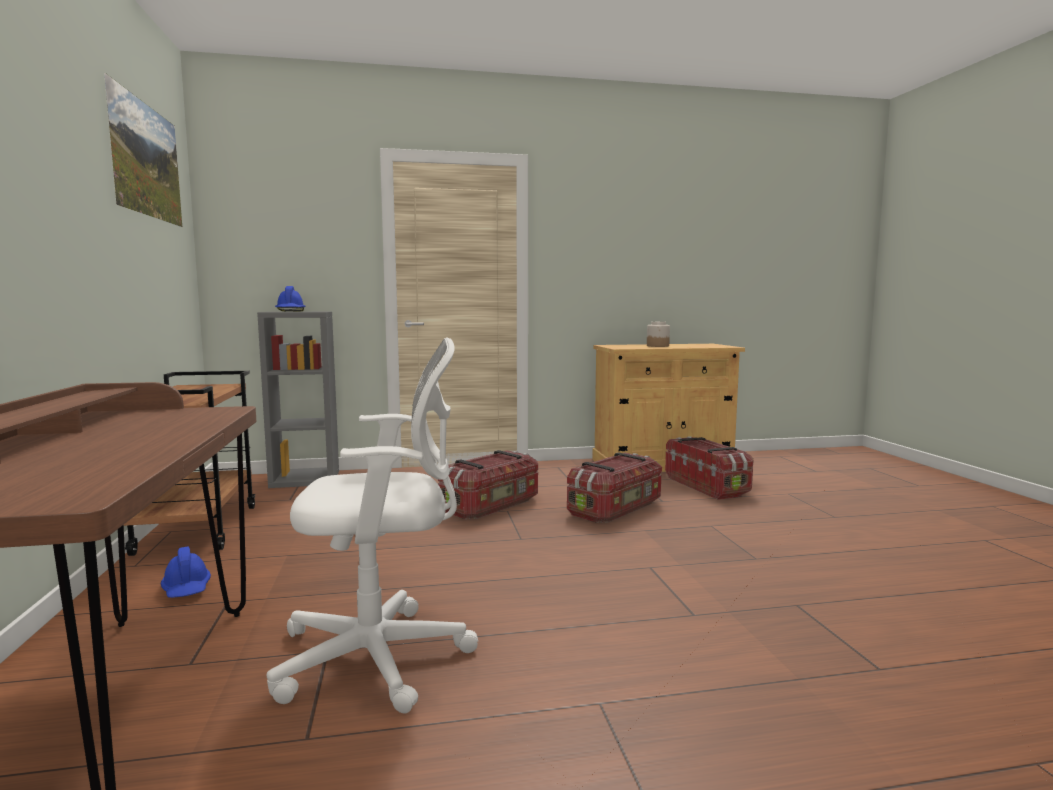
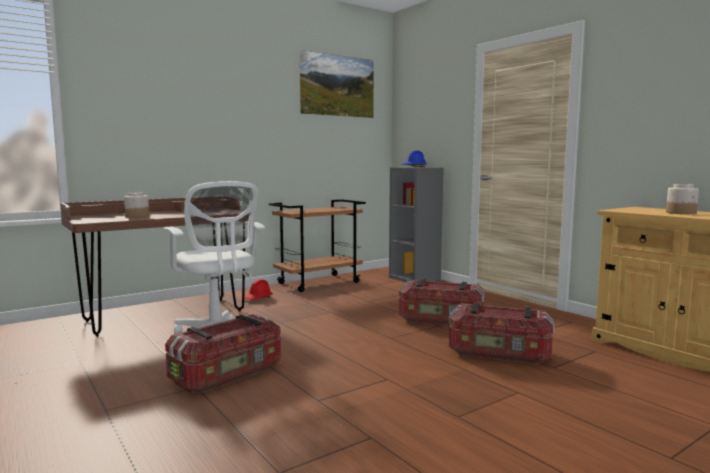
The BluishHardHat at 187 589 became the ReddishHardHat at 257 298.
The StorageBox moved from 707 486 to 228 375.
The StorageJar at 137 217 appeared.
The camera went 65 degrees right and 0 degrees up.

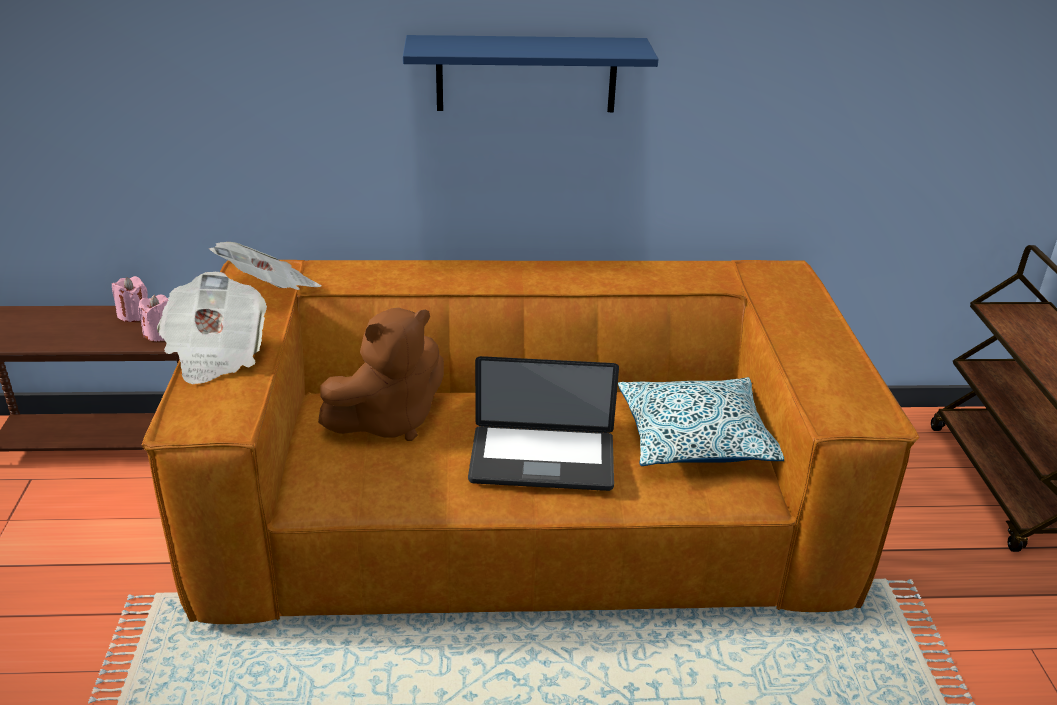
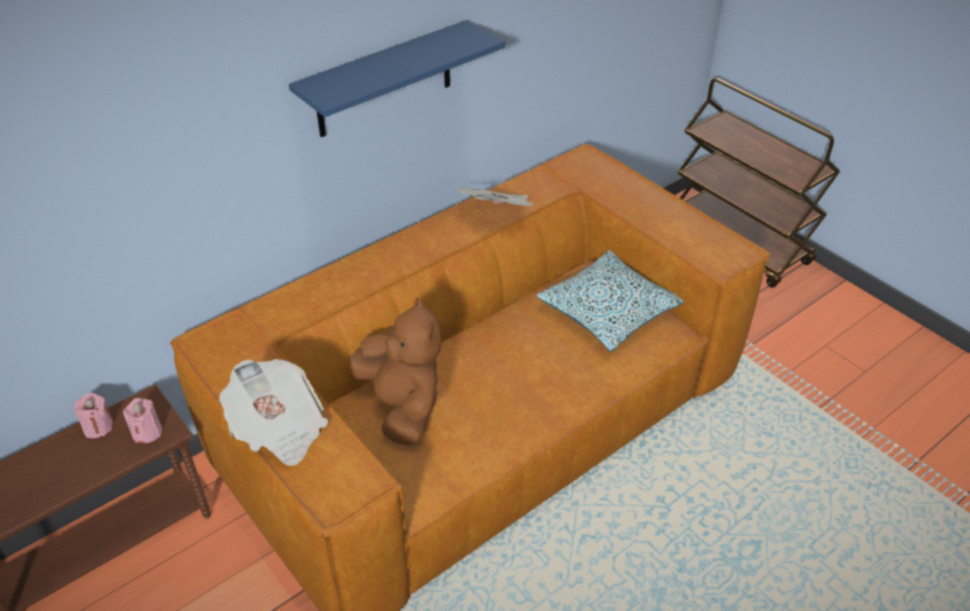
The Newspaper moved from 270 290 to 499 213.
The BrownishCuddlyToy at 389 420 turned 45 degrees counterclockwise.
The NotebookComputer at 542 460 disappeared.
The camera went 35 degrees left and 10 degrees up.

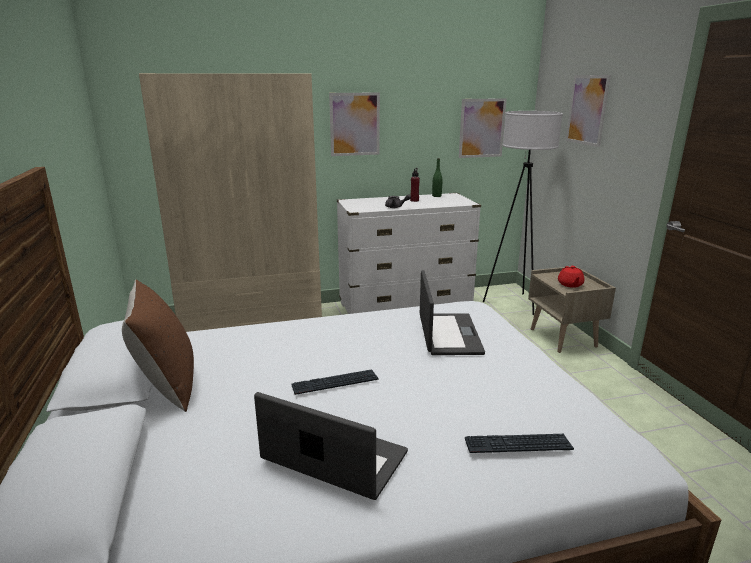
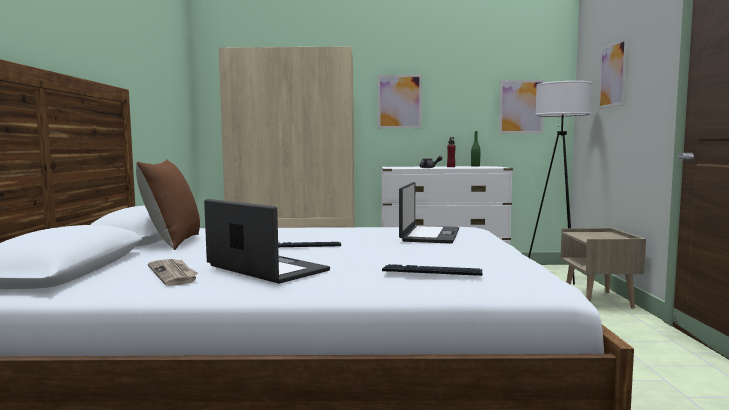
The ReddishTeapot at 570 284 disappeared.
The Newspaper at 174 274 appeared.
The camera went 15 degrees right and 15 degrees down.

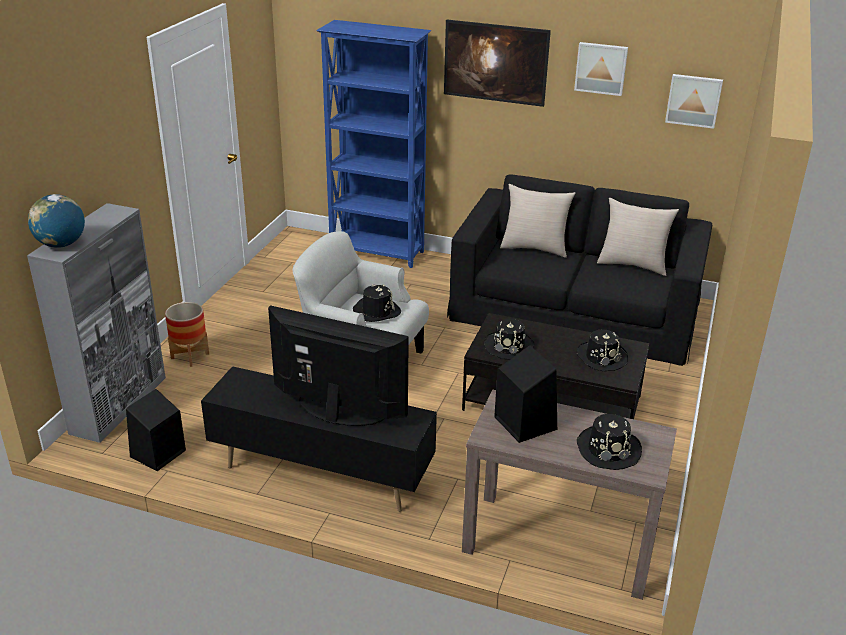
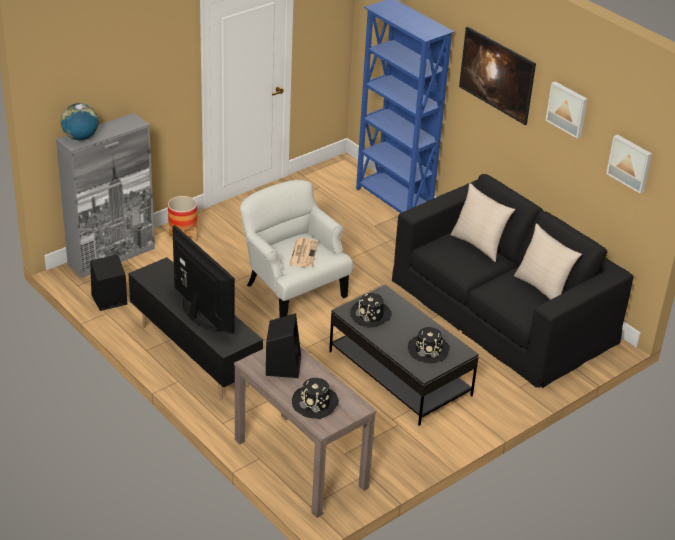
The BlackColouredWearableHat at 376 311 was replaced by the Newspaper at 303 253.
The camera went 30 degrees right and 5 degrees up.

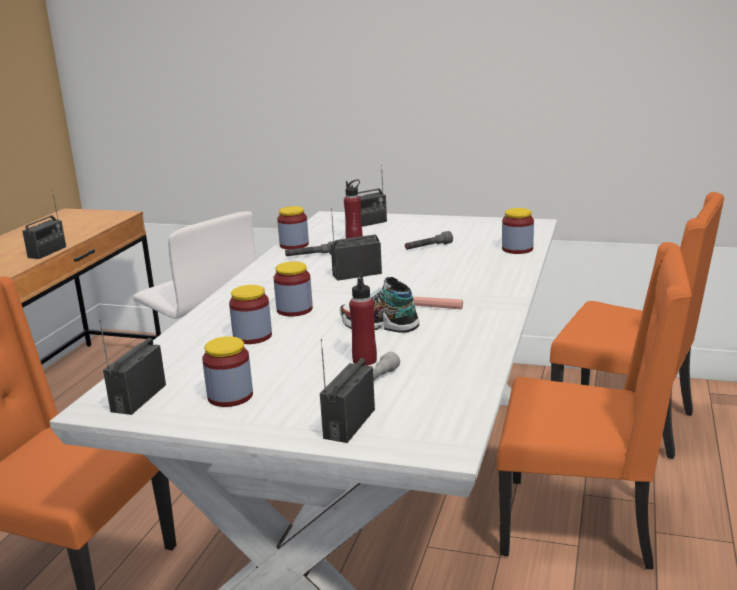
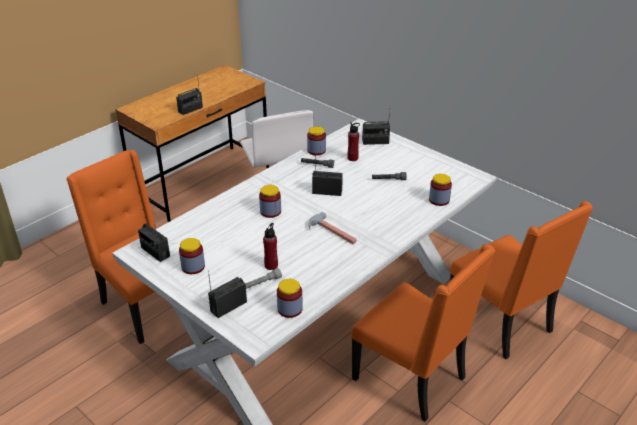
The RadioSet at 138 398 turned 90 degrees counterclockwise.
The StorageJar moved from 252 336 to 290 309.
The Shoe at 379 326 disappeared.
The camera went 25 degrees right and 15 degrees up.

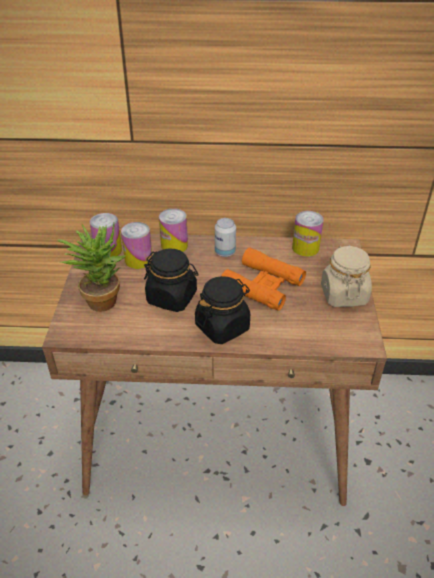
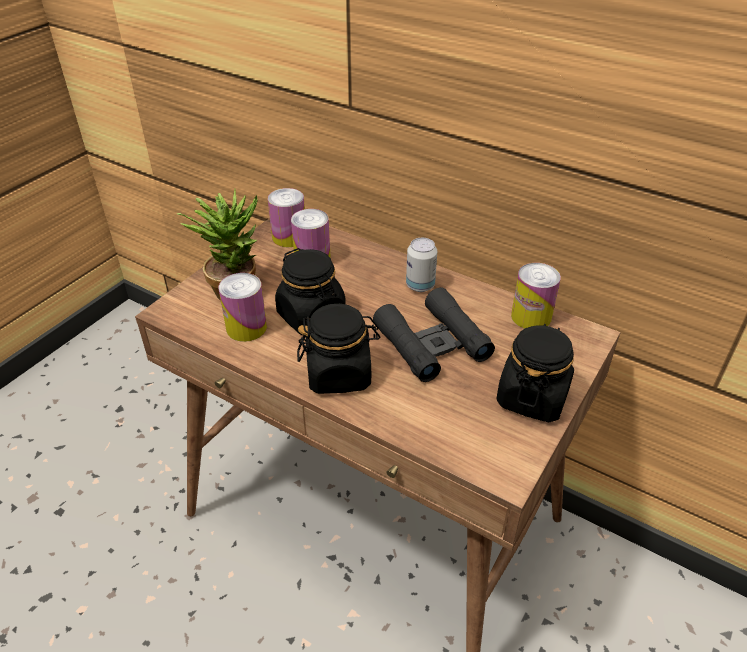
The MetalCan moved from 174 245 to 246 327.
The OrangeBinoculars at 262 285 became the BlackColouredBinoculars at 432 343.
The SandColouredStorageJar at 343 294 became the BlackColouredStorageJar at 532 397.
The camera went 30 degrees right and 0 degrees up.

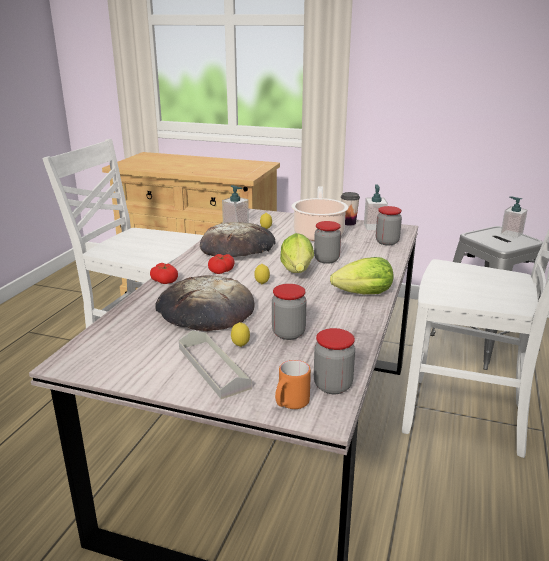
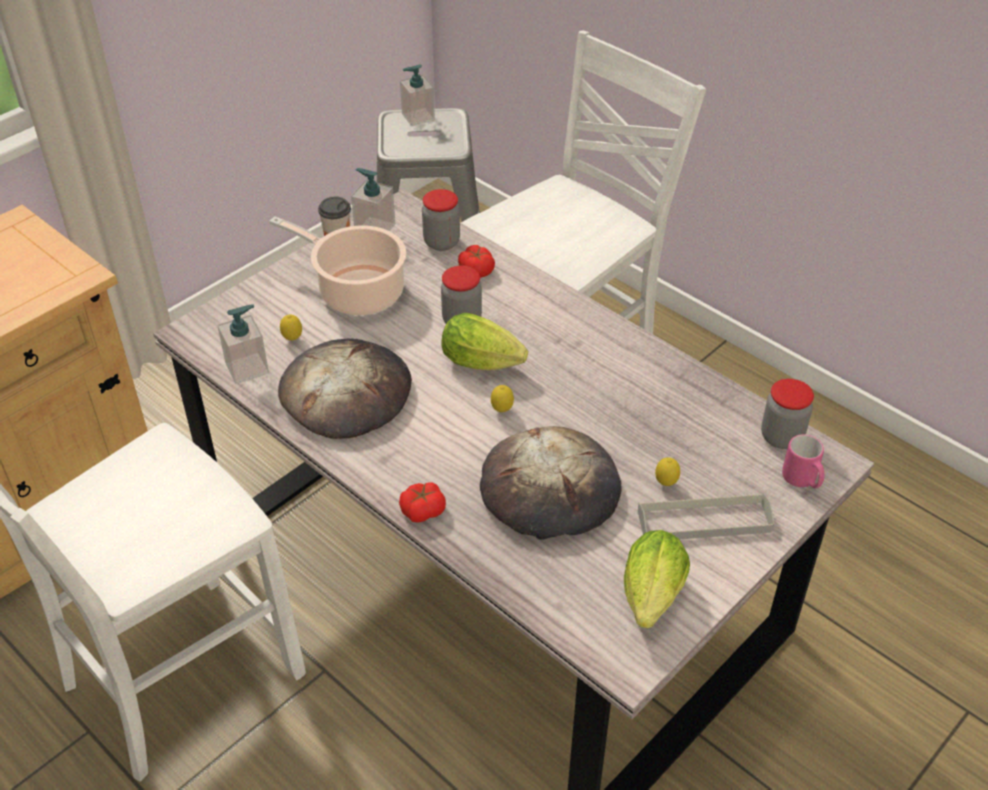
The FreshTomato moved from 221 270 to 477 269.
The StorageJar at 288 333 disappeared.
The OrangeMug at 290 404 became the PinkMug at 802 481.
The LettuceHead moved from 360 294 to 651 600.
The camera went 65 degrees left and 20 degrees up.

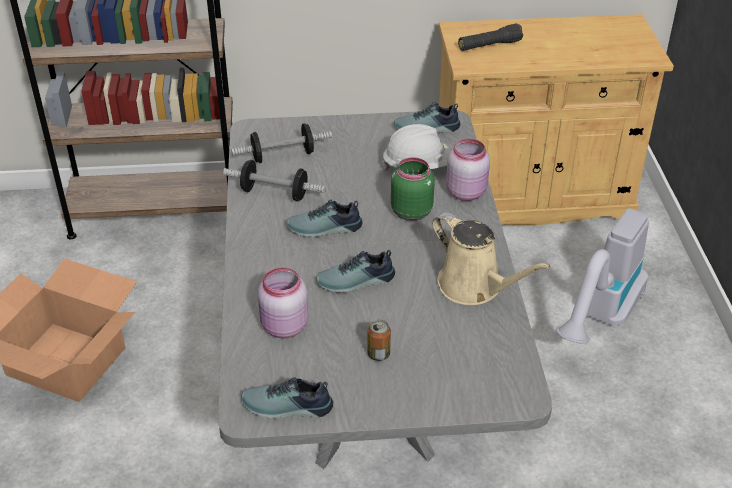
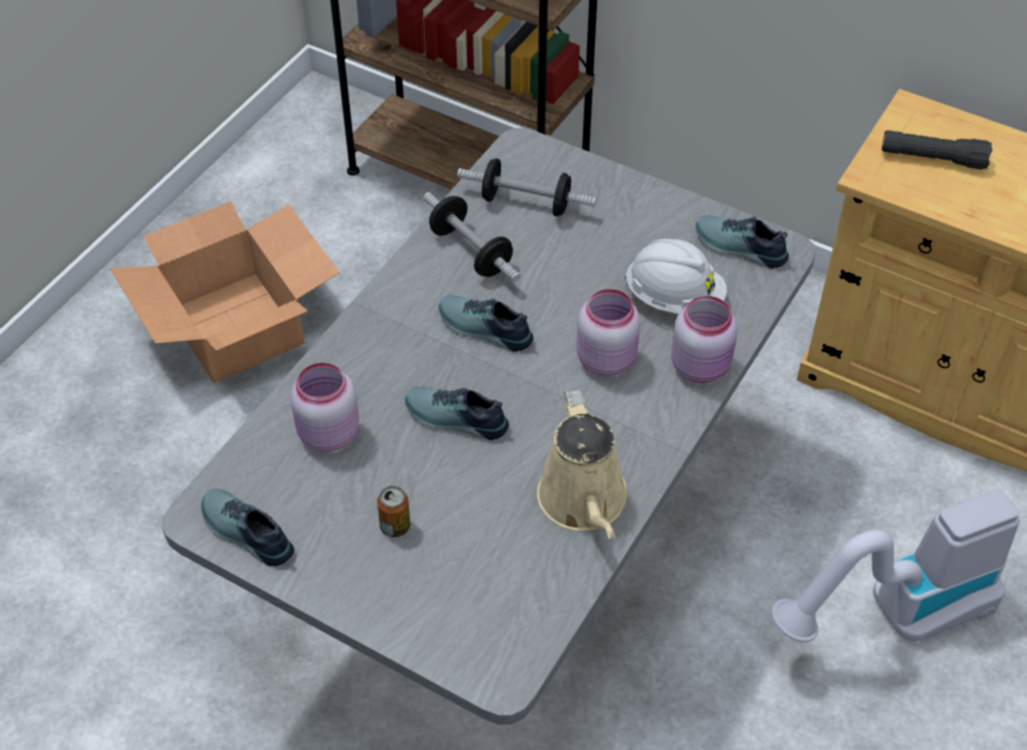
The GreenColouredStorageJar at 411 211 became the PinkStorageJar at 606 358.
The camera went 35 degrees right and 10 degrees up.

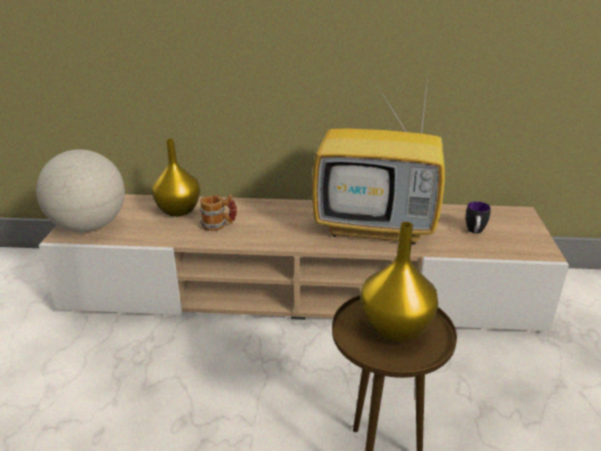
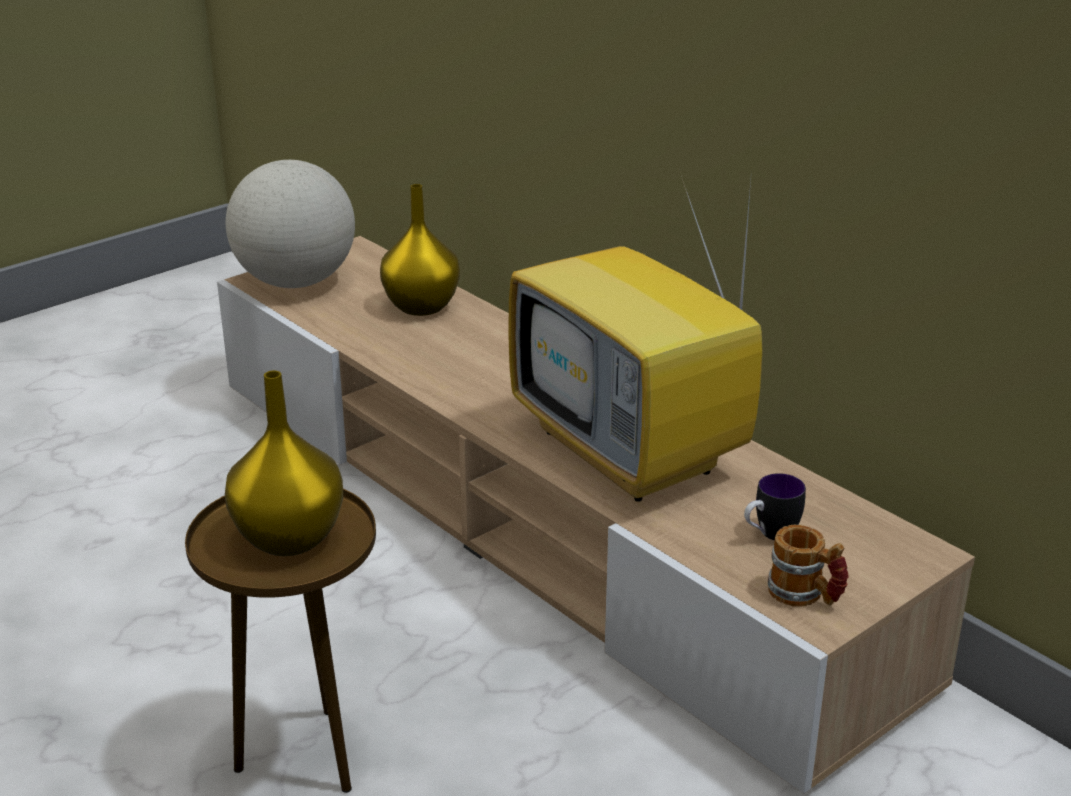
The Mug moved from 219 225 to 805 595.
The camera went 45 degrees right and 0 degrees up.

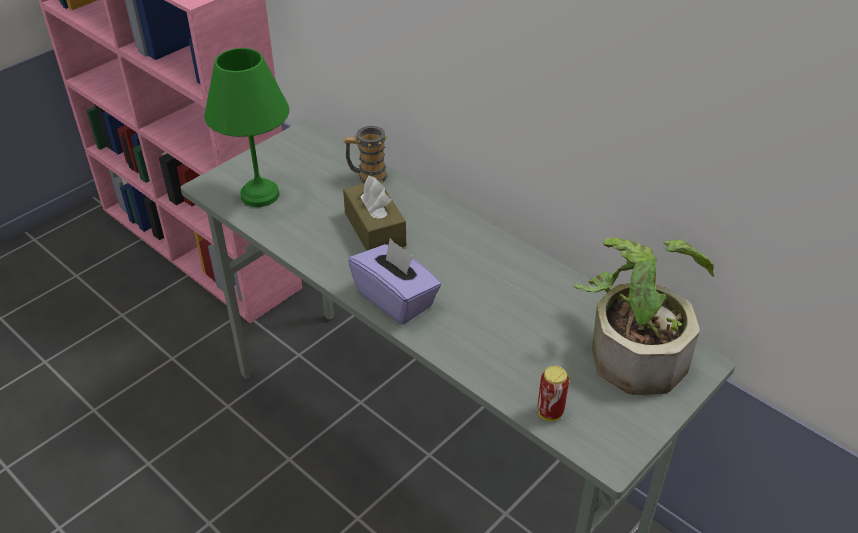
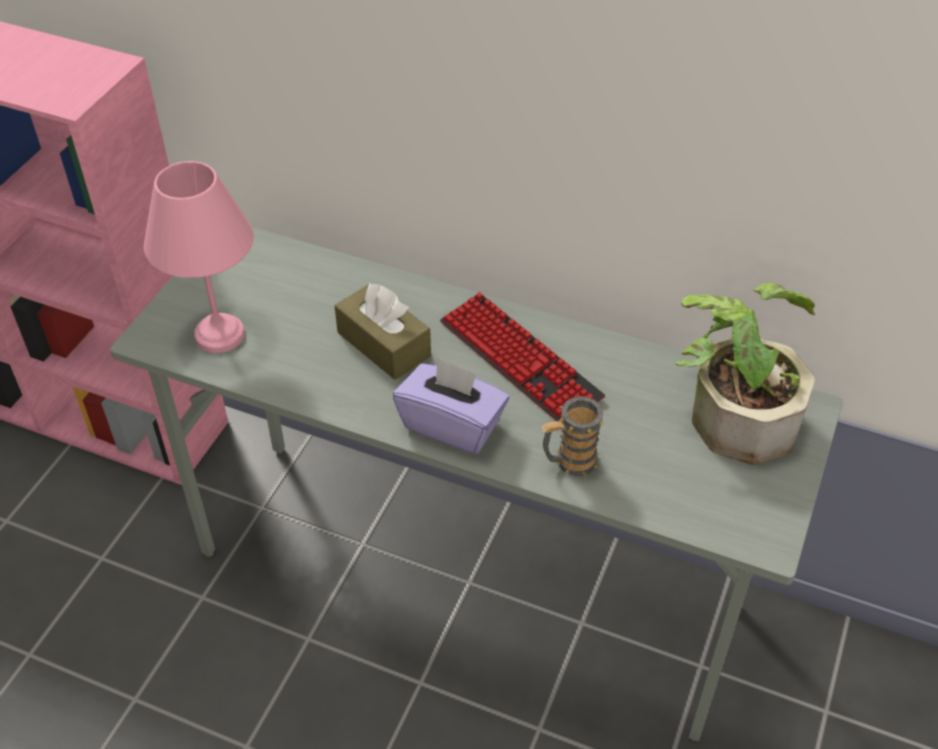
The GreenColouredTableLamp at 260 196 became the PinkTableLamp at 221 336.
The Mug moved from 367 177 to 569 462.
The MetalCan at 550 412 disappeared.
The ComputerKeyboard at 519 360 appeared.
The camera went 20 degrees left and 5 degrees up.

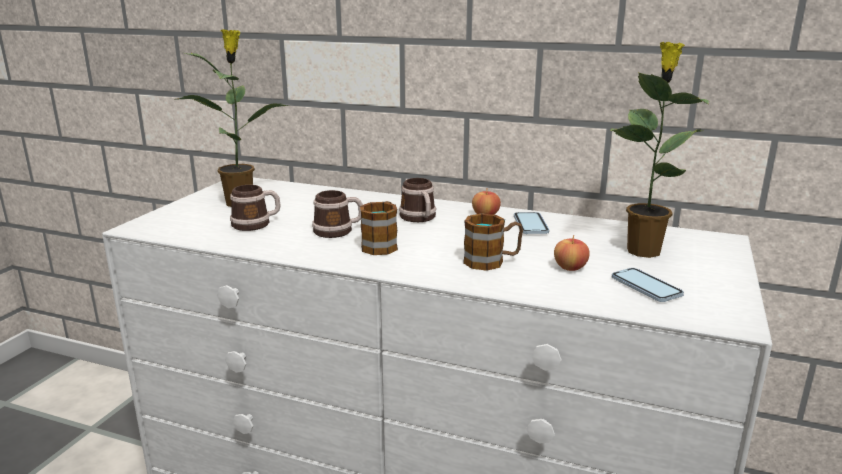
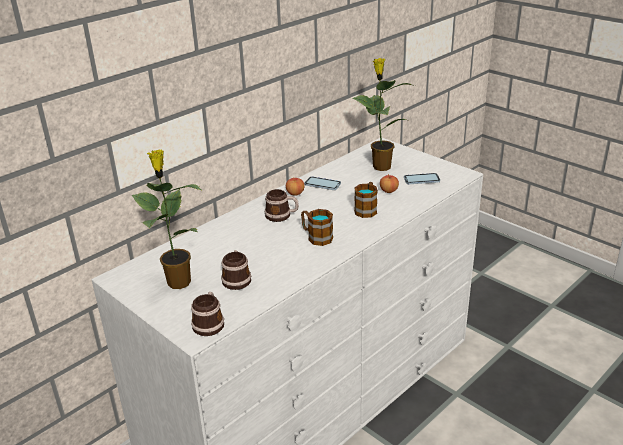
The Mug moved from 338 231 to 209 323.
The camera went 65 degrees left and 10 degrees up.

